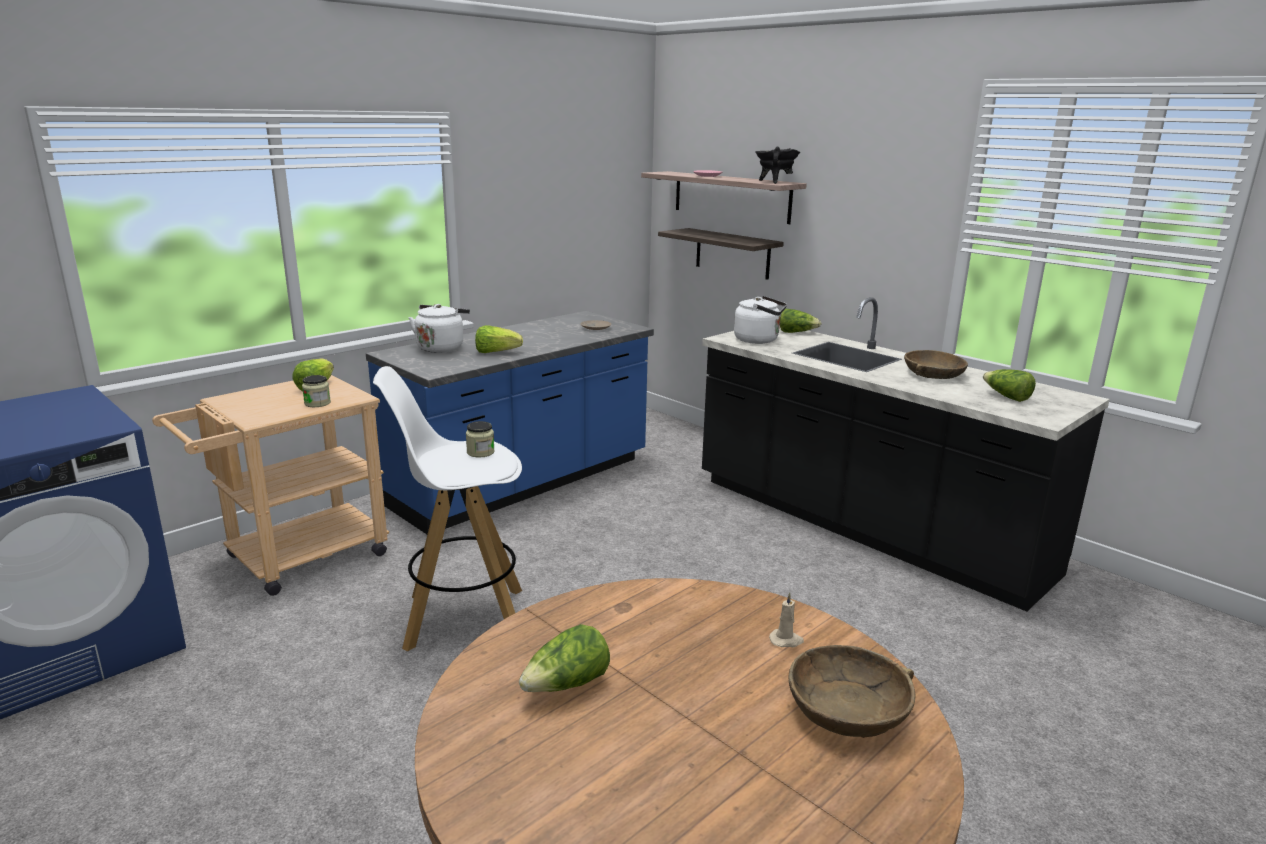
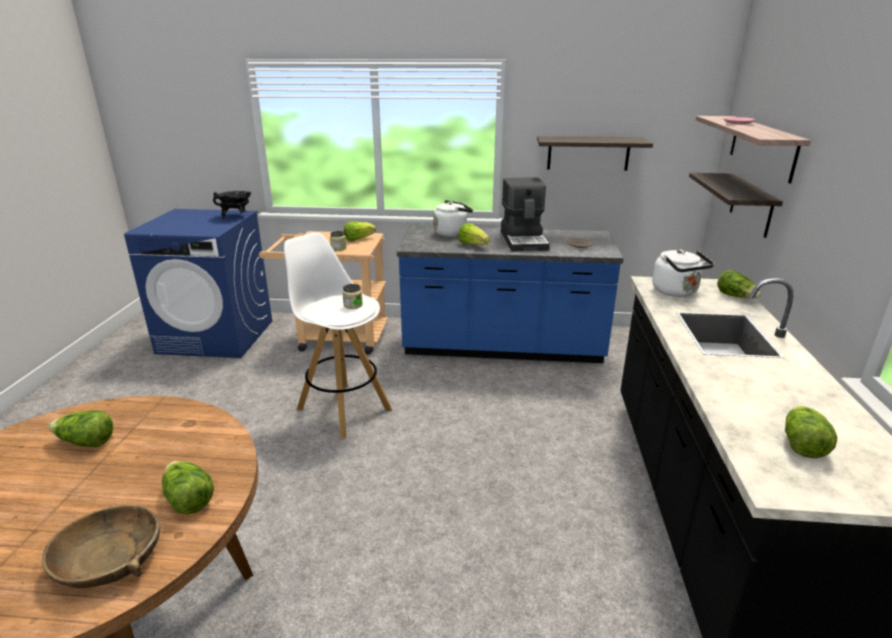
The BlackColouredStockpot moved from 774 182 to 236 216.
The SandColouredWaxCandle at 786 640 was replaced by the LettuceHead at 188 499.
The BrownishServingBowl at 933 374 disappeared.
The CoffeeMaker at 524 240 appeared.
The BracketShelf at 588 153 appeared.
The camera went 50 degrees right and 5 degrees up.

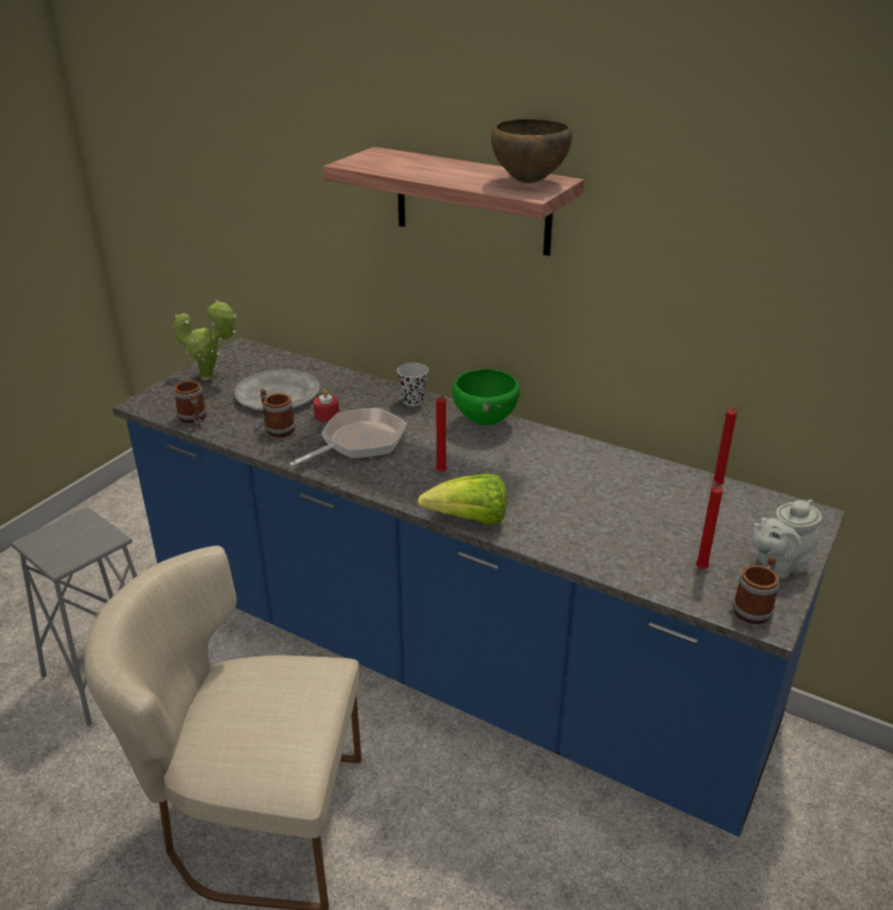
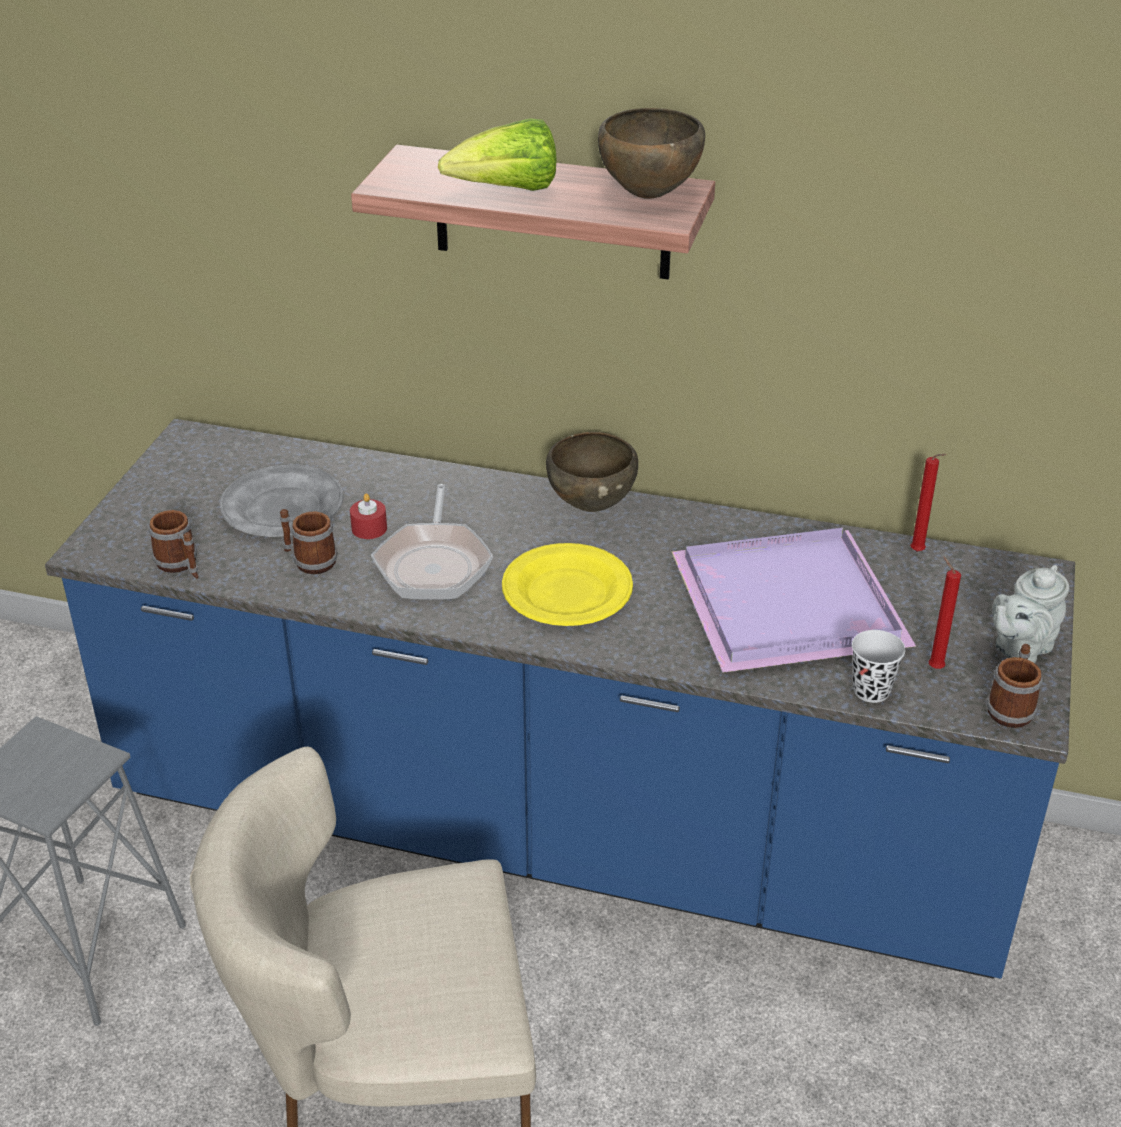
The PottedPlant at 210 377 disappeared.
The Skillet at 358 442 turned 150 degrees clockwise.
The BlackColouredSmallCup moved from 413 400 to 871 690.
The LettuceHead moved from 469 520 to 507 191.
The ReddishWaxCandle at 441 473 was replaced by the YellowishFlatDish at 567 592.
The GreenColouredServingBowl at 485 422 became the BrownishServingBowl at 591 506.
The PurpleColouredTray at 783 602 appeared.
The camera went 15 degrees left and 5 degrees up.

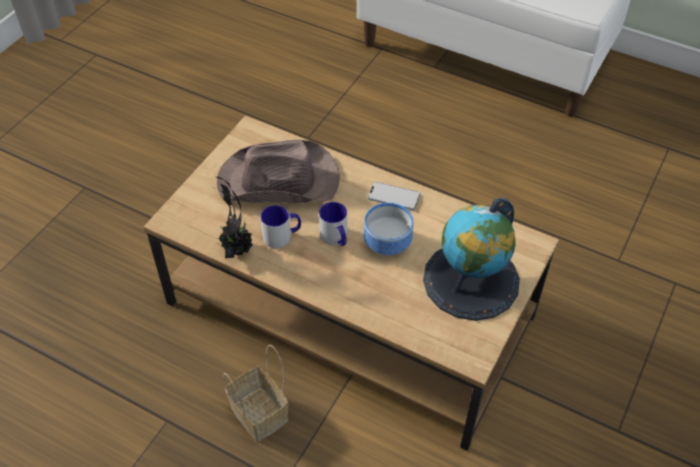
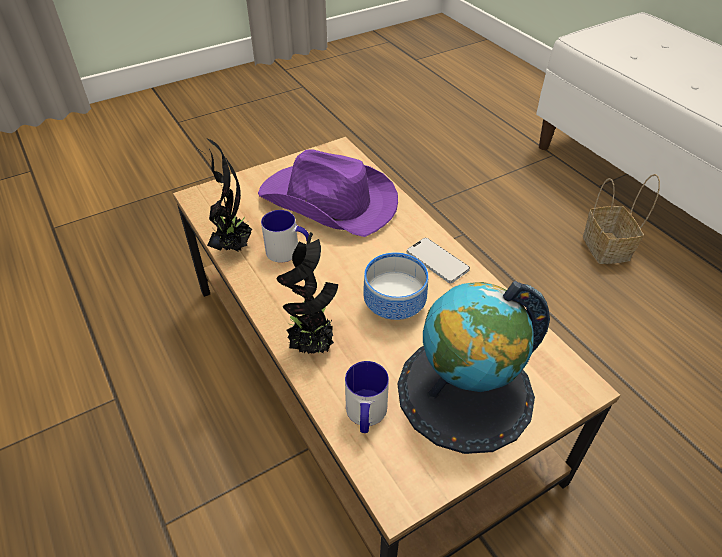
The BrownishWearableHat at 280 181 became the PurpleColouredWearableHat at 329 202.
The Basket moved from 261 414 to 607 249.
The Mug moved from 336 238 to 365 415.
The PottedPlant at 313 346 appeared.
The camera went 30 degrees right and 5 degrees down.

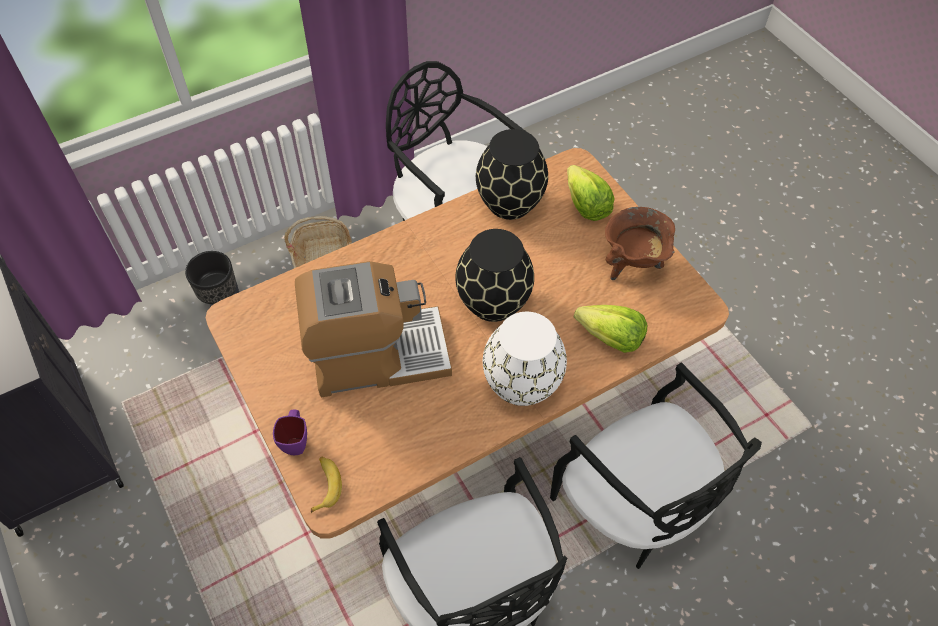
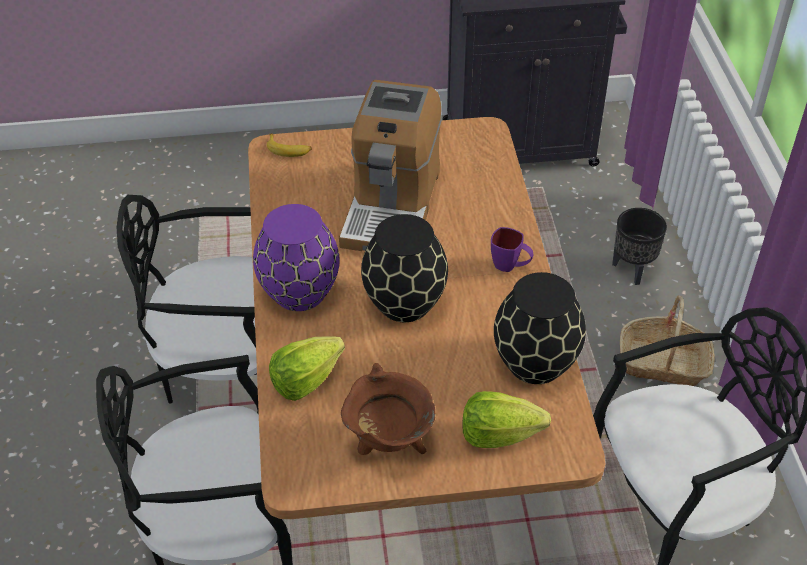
The PurpleColouredMug moved from 296 441 to 510 266.
The WhitishFlowerVase at 521 383 became the PurpleColouredFlowerVase at 300 293.
The camera went 115 degrees right and 10 degrees down.

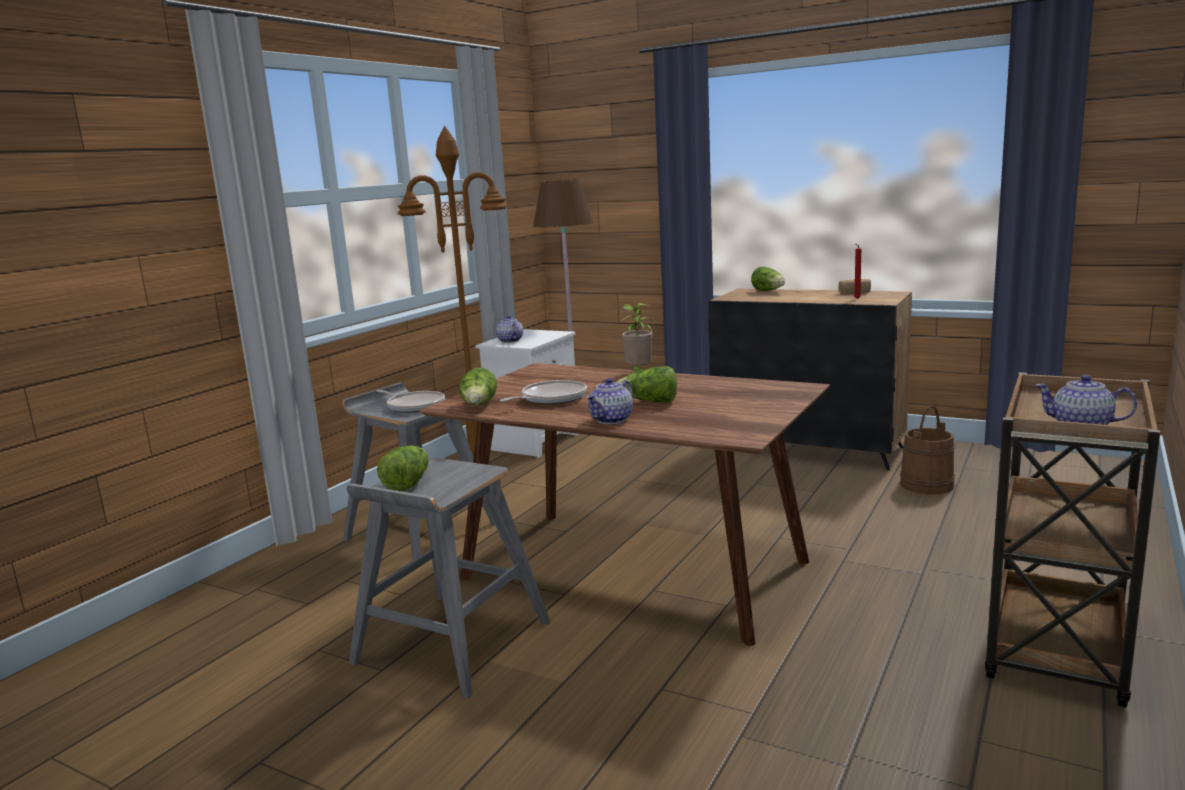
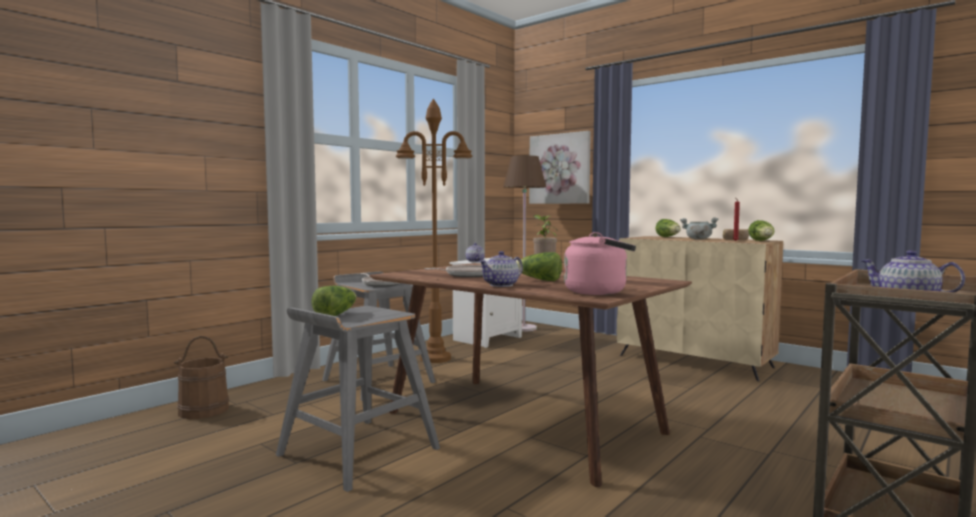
The LettuceHead moved from 479 405 to 762 241.
The BlackColouredStorageCabinet at 809 448 became the SandColouredStorageCabinet at 695 361.
The BrownishBucket moved from 927 485 to 203 410.
The WallPicture at 560 169 appeared.
The PinkWaterKettle at 599 292 appeared.
The GreyishStockpot at 698 239 appeared.
The camera went 10 degrees right and 10 degrees down.

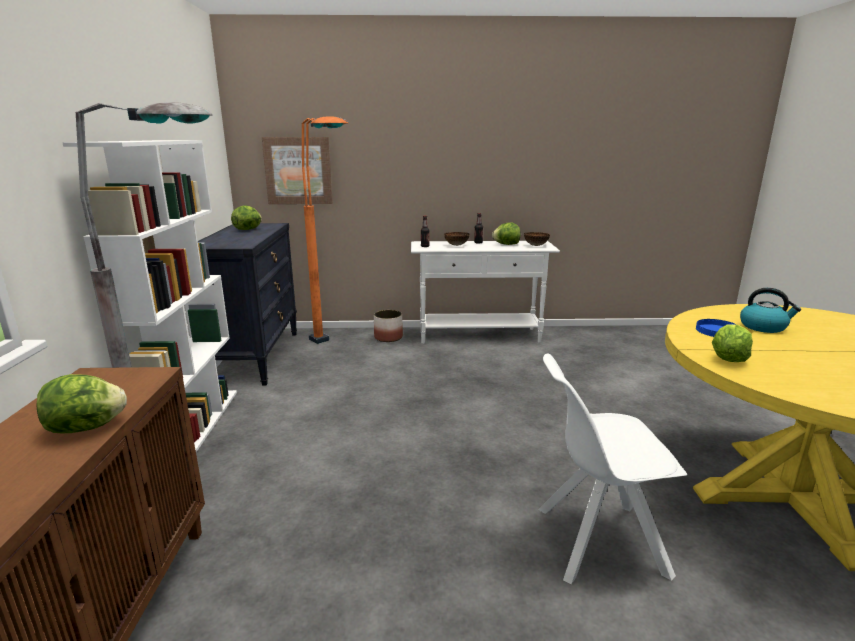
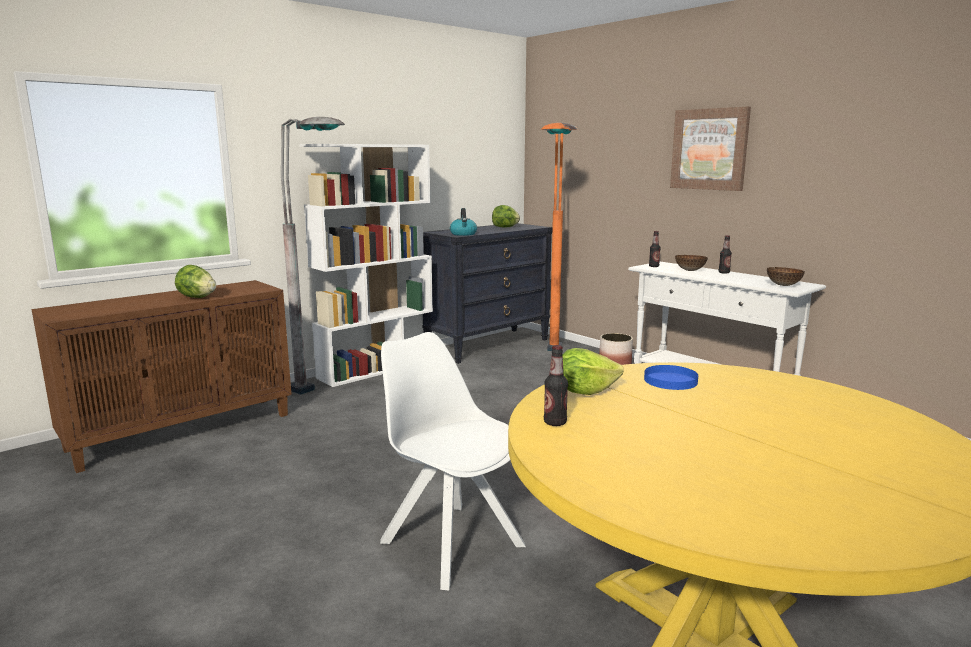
The WallPicture moved from 298 170 to 709 149.
The LettuceHead at 506 244 disappeared.
The WaterKettle moved from 763 327 to 463 234.
The BeverageBottle at 555 422 appeared.
The camera went 50 degrees right and 5 degrees down.

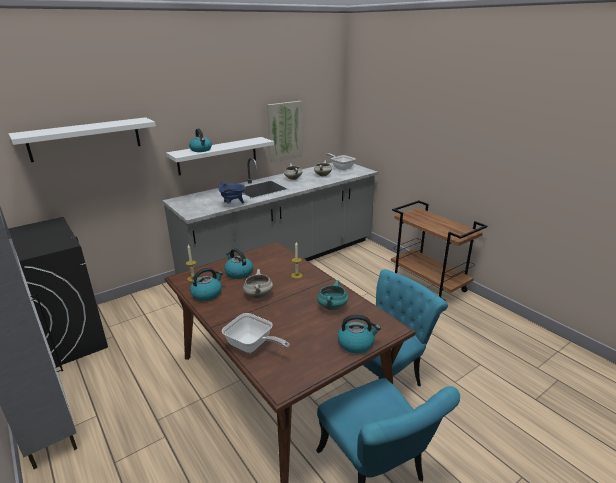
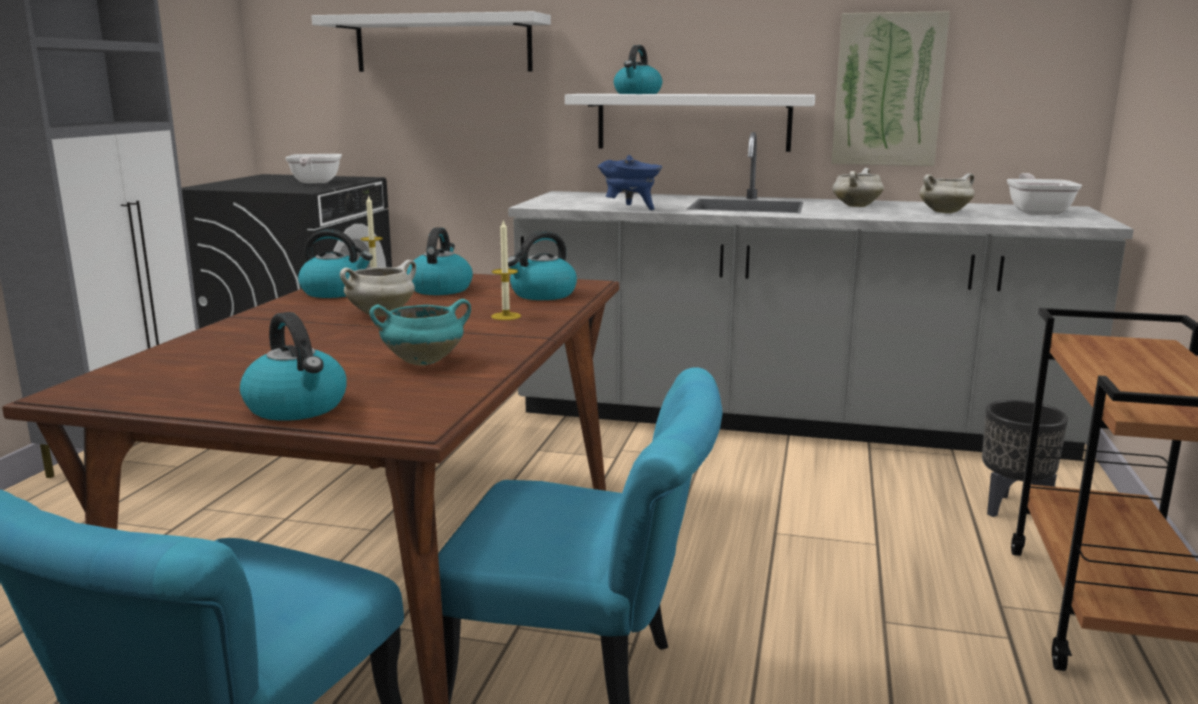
The Skillet moved from 252 346 to 314 182.
The WaterKettle at 542 294 appeared.
The BlackColouredPlanter at 1013 509 appeared.
The camera went 50 degrees right and 10 degrees down.

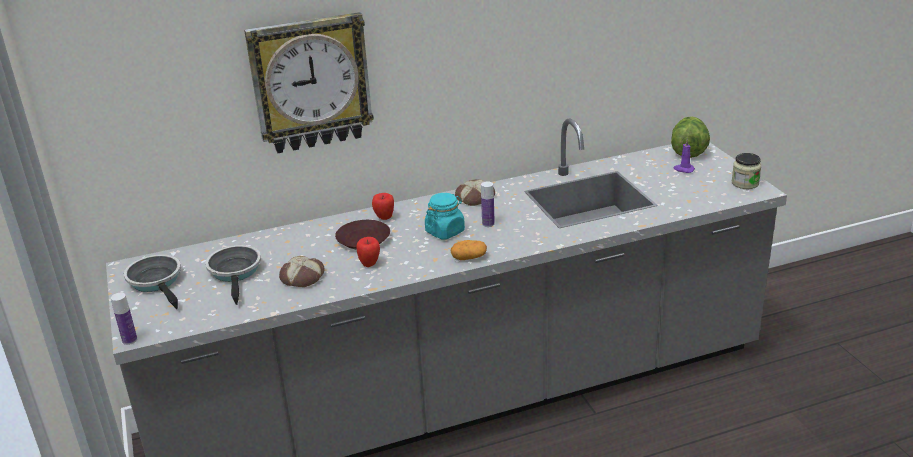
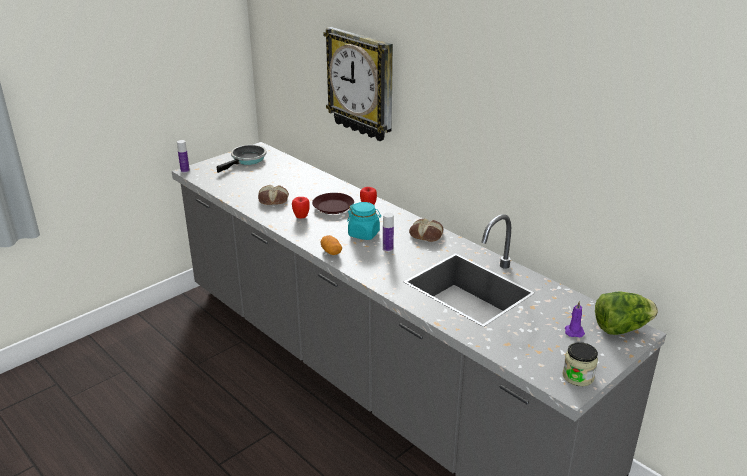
The Skillet at 236 272 disappeared.
The camera went 65 degrees right and 0 degrees up.

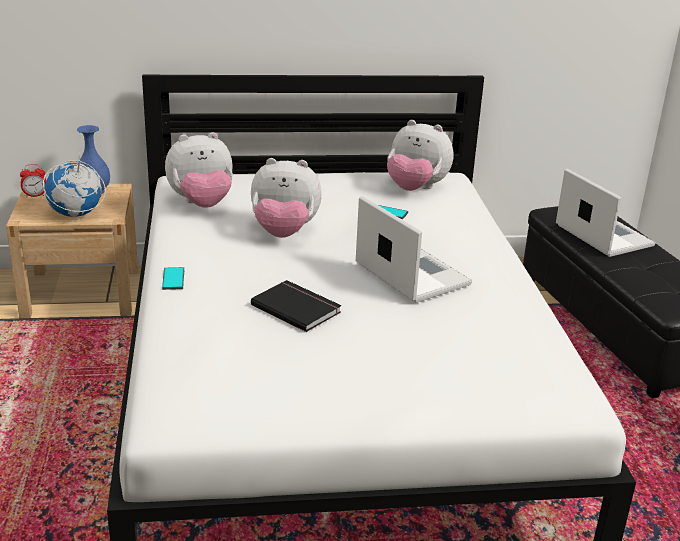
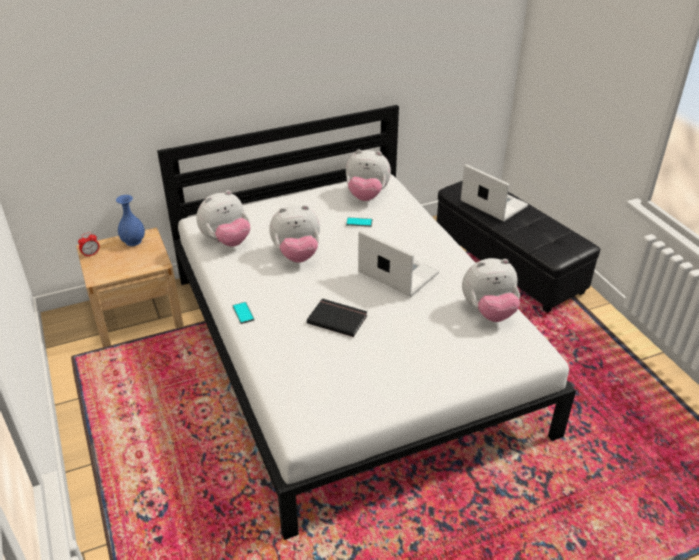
The Globe at 75 215 disappeared.
The CuddlyToy at 488 312 appeared.
The camera went 15 degrees left and 10 degrees up.

